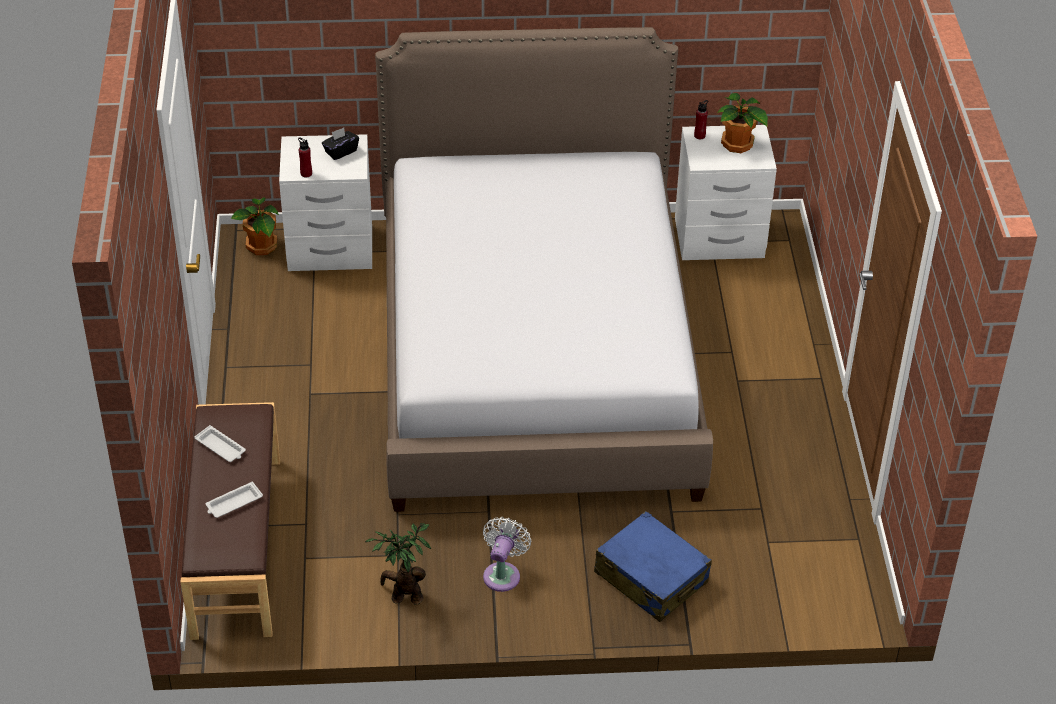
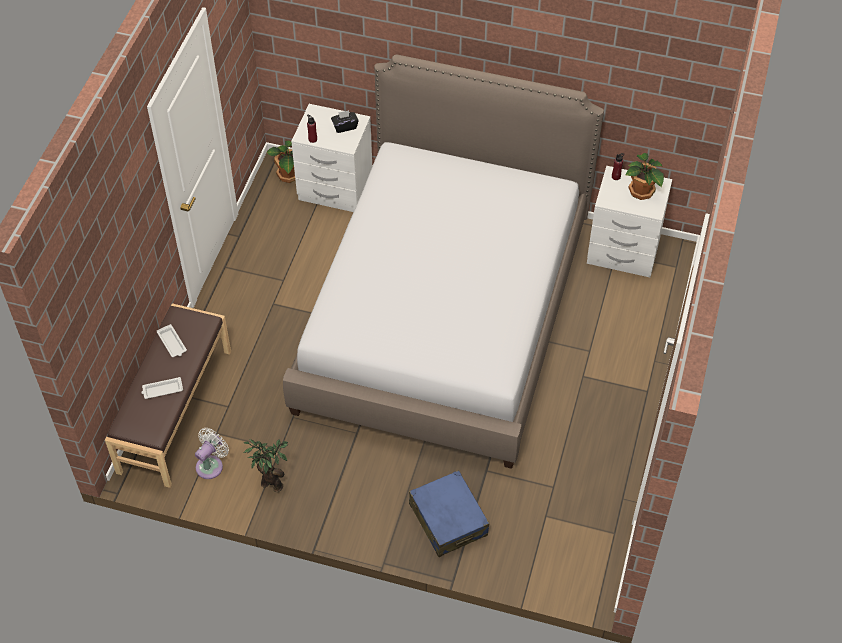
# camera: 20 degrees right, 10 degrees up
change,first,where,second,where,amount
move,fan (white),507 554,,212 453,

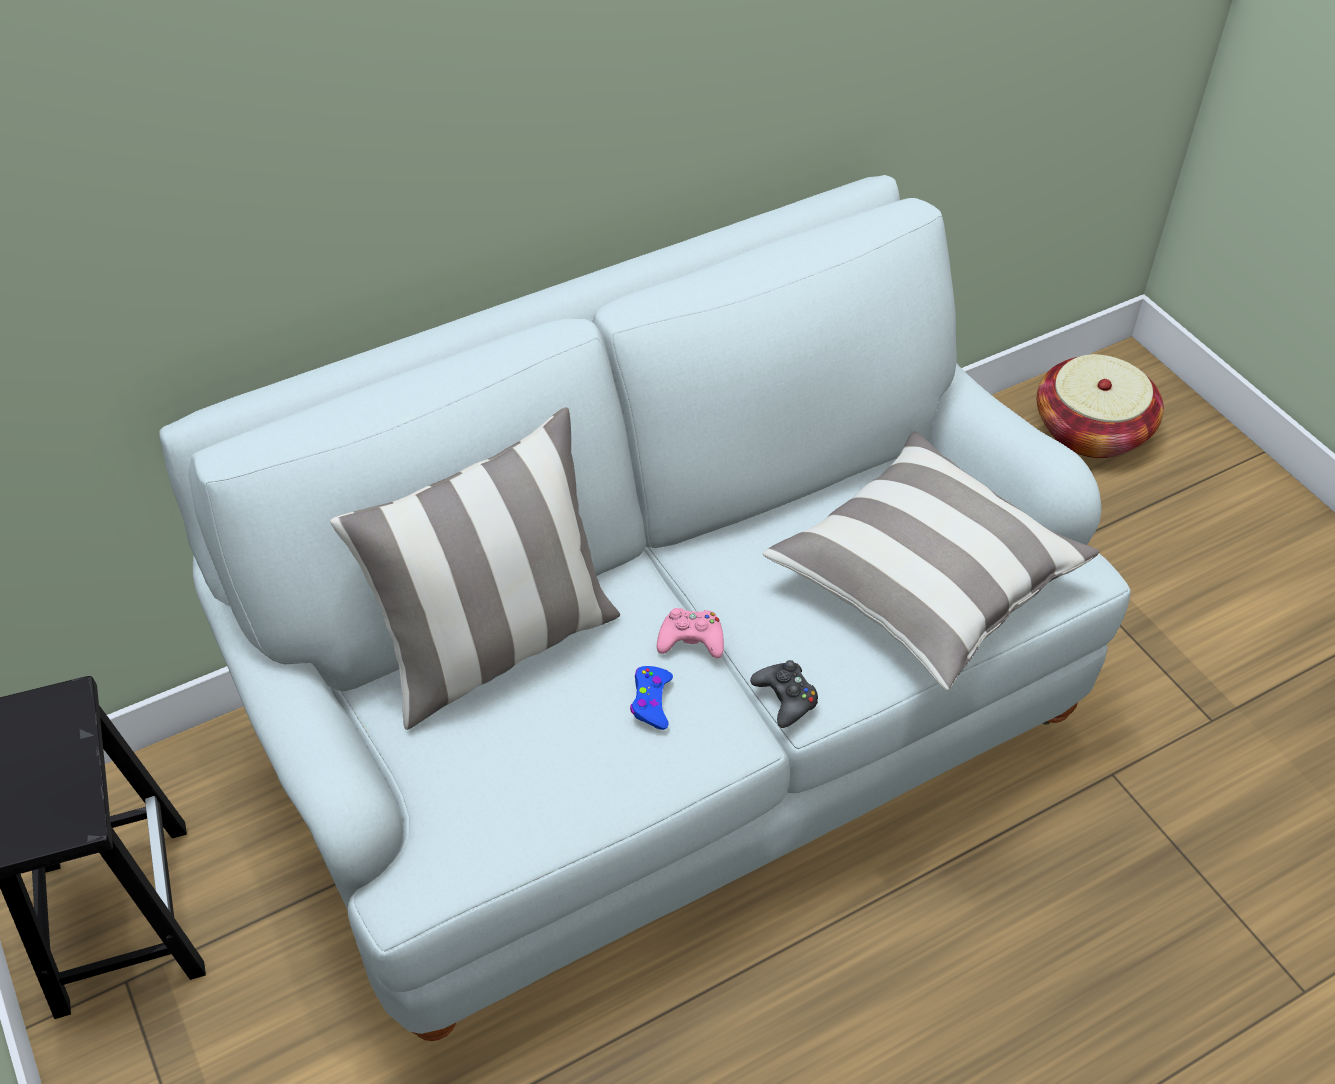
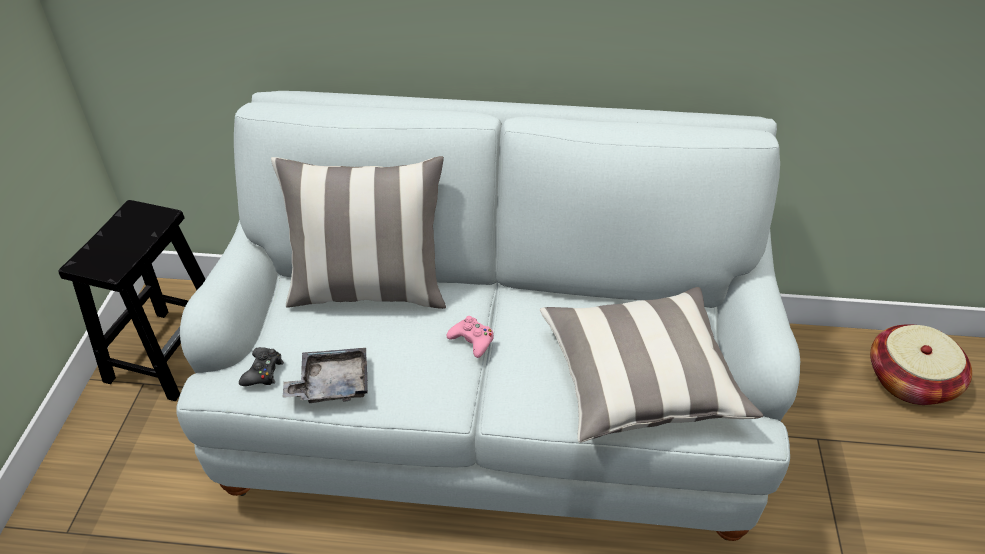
# camera: 35 degrees right, 5 degrees down
change,first,where,second,where,amount
delete,game controller (blue),651 698,,,
move,game controller (black),784 694,,261 366,
insert,,,tray (grey),325 375,

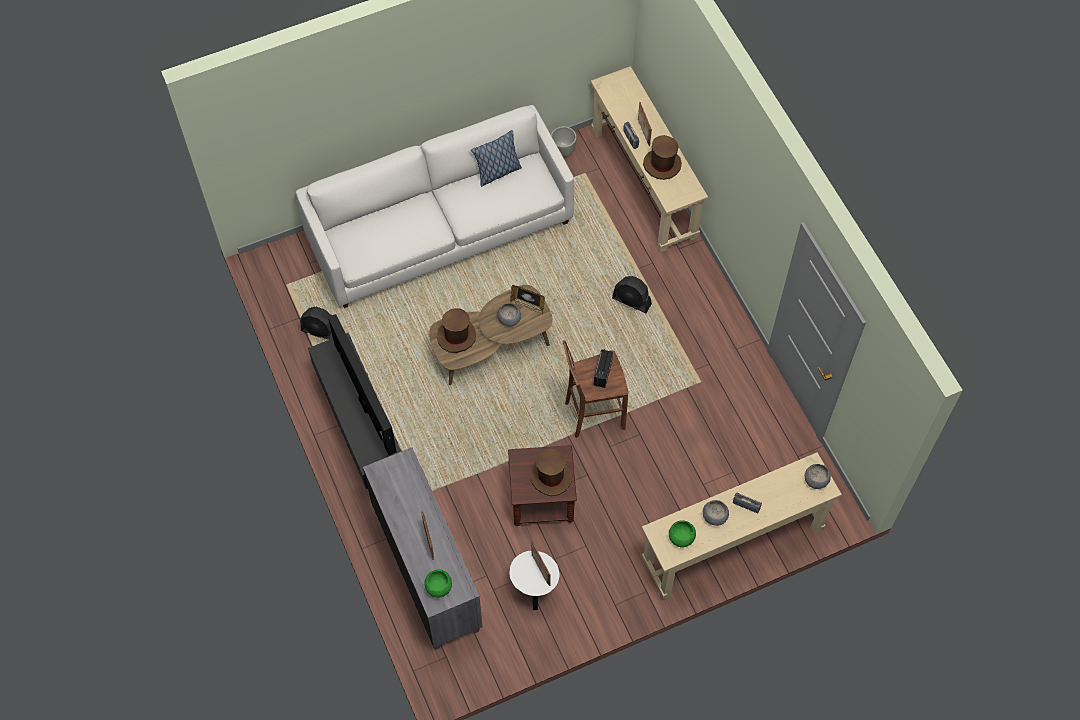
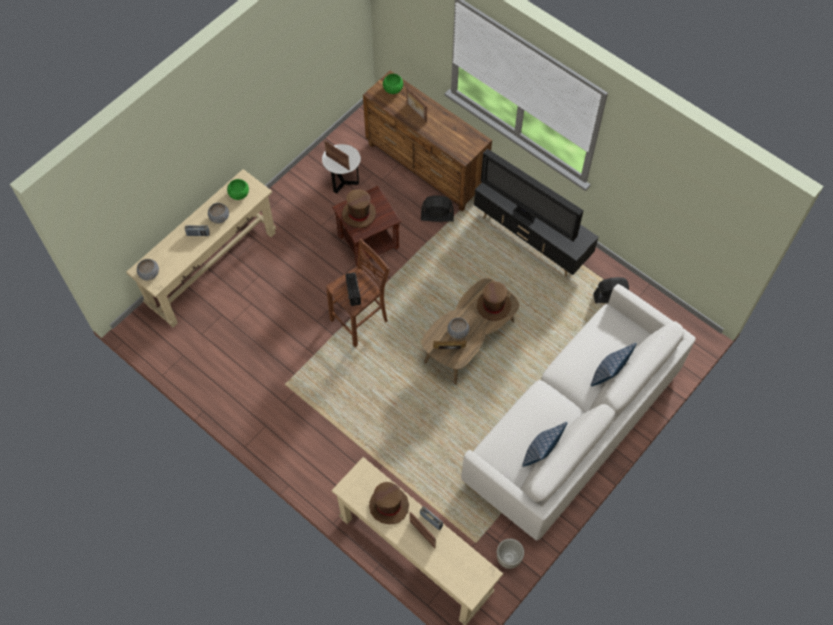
# camera: 155 degrees right, 0 degrees up
change,first,where,second,where,amount
recolor,dresser (grey),423 548,dresser (brown),427 141,
move,fan (black),632 294,,437 208,
insert,,,pillow,613 364,

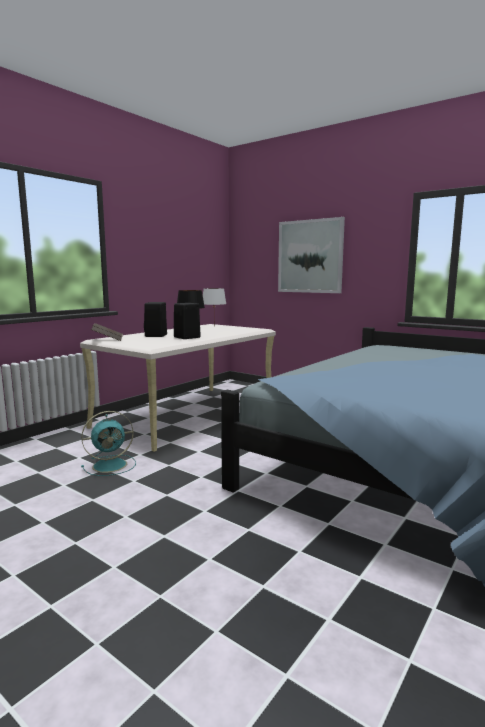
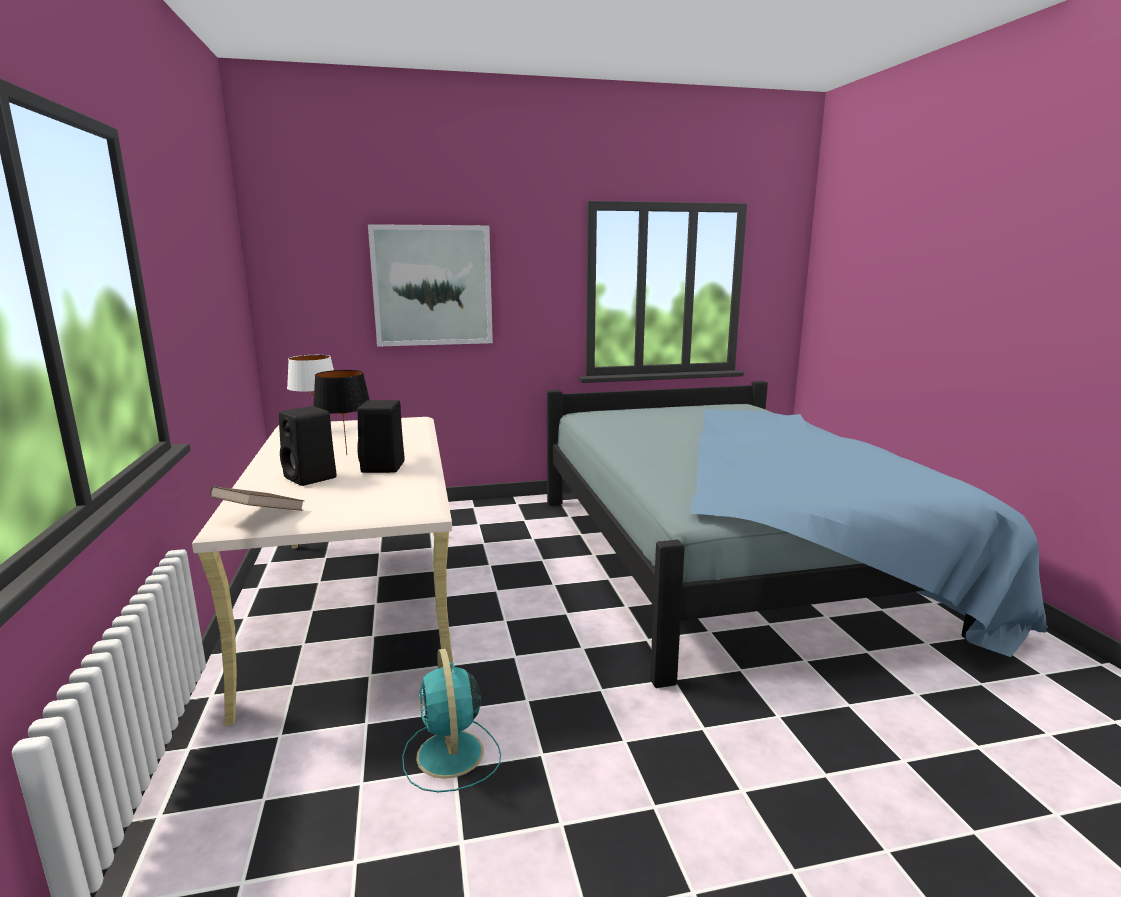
# camera: 50 degrees left, 5 degrees up
change,first,where,second,where,amount
rotate,fan (turquoise),108 443,,451 720,150 degrees clockwise

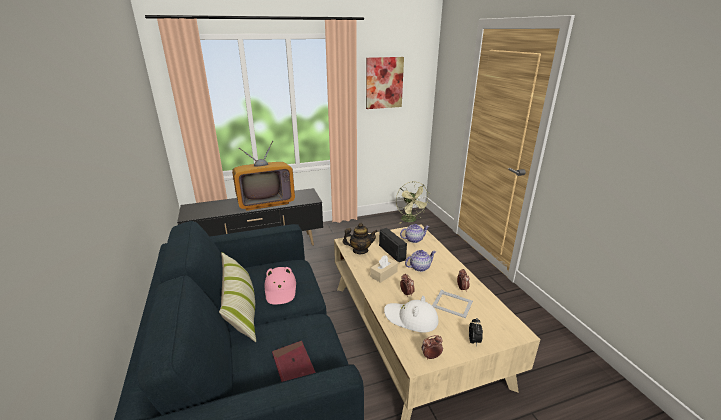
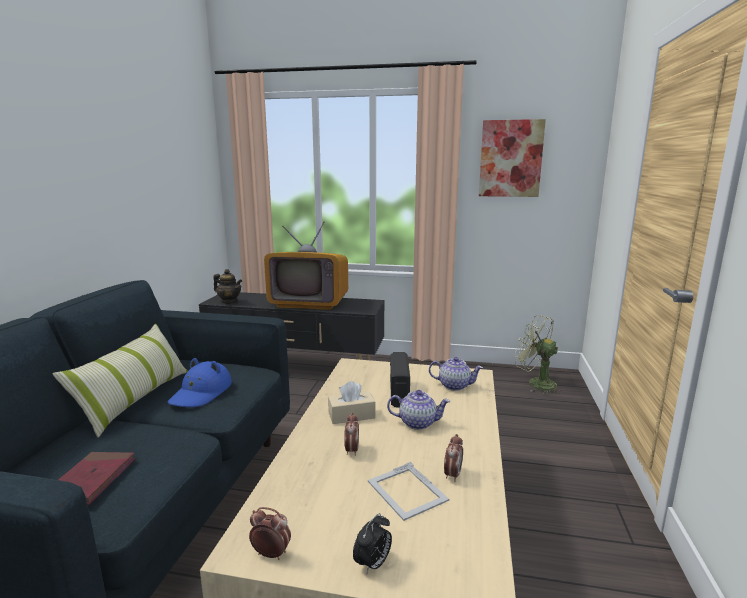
# camera: 30 degrees right, 10 degrees down
change,first,where,second,where,amount
recolor,hat (pink),280 286,hat (blue),200 382,
move,teapot,360 238,,227 286,
delete,hat (white),411 314,,,
rotate,fan (green),413 202,,538 354,120 degrees clockwise

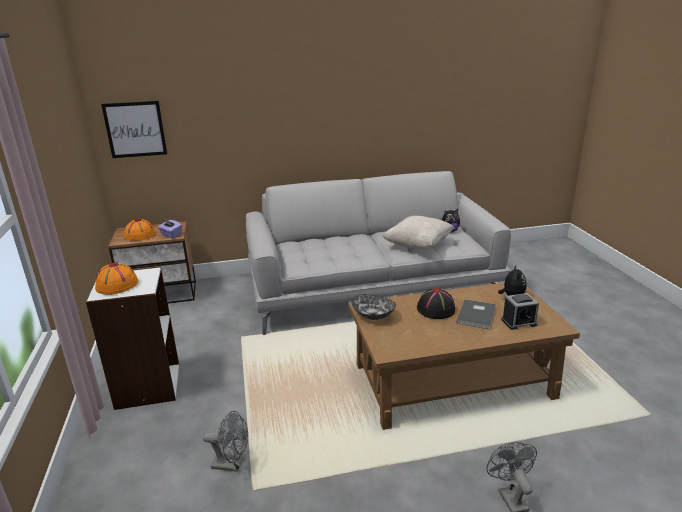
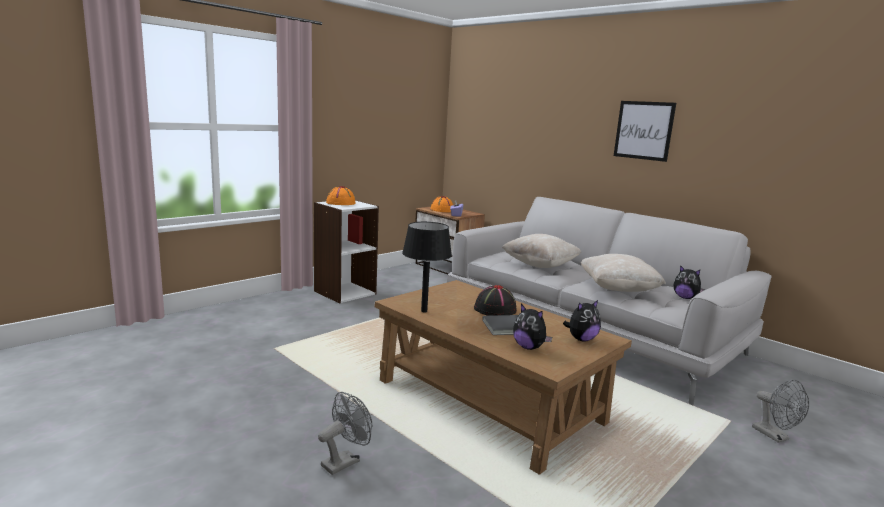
# camera: 55 degrees right, 10 degrees down
change,first,where,second,where,amount
move,picture,134 129,,645 131,
move,fan (grey),225 441,,780 411,
delete,bowl,373 307,,,
replace,alarm clock,520 311,plush toy,532 327,
insert,,,table lamp (black),427 267,
insert,,,pillow (beige),541 251,

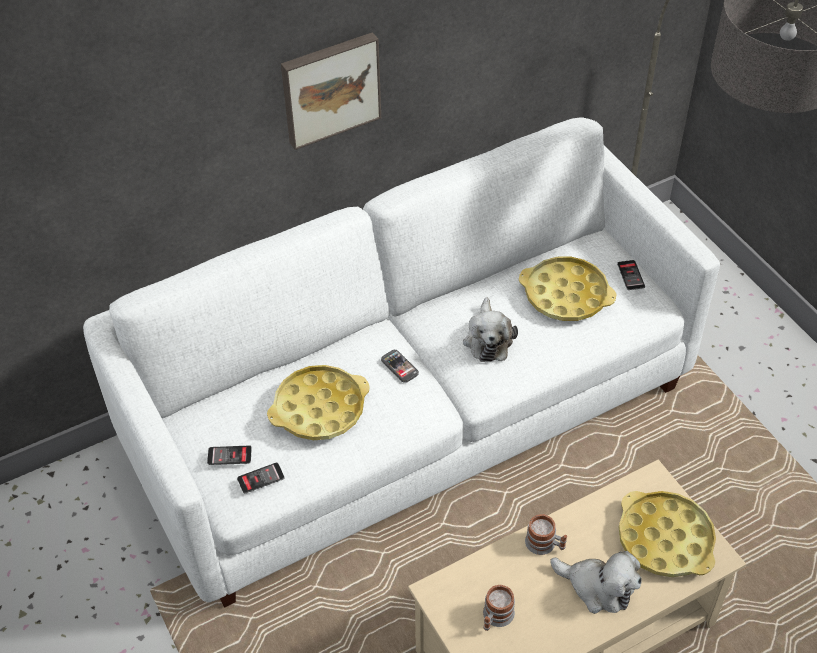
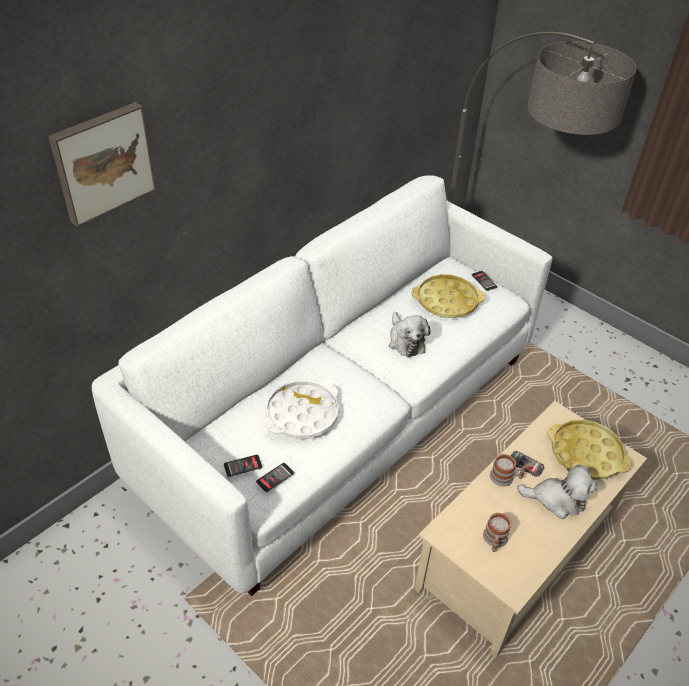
# camera: 20 degrees left, 5 degrees down
change,first,where,second,where,amount
recolor,tray (yellow),318 402,tray (white),302 410,
move,picture,331 91,,102 164,
move,phone,400 366,,527 464,

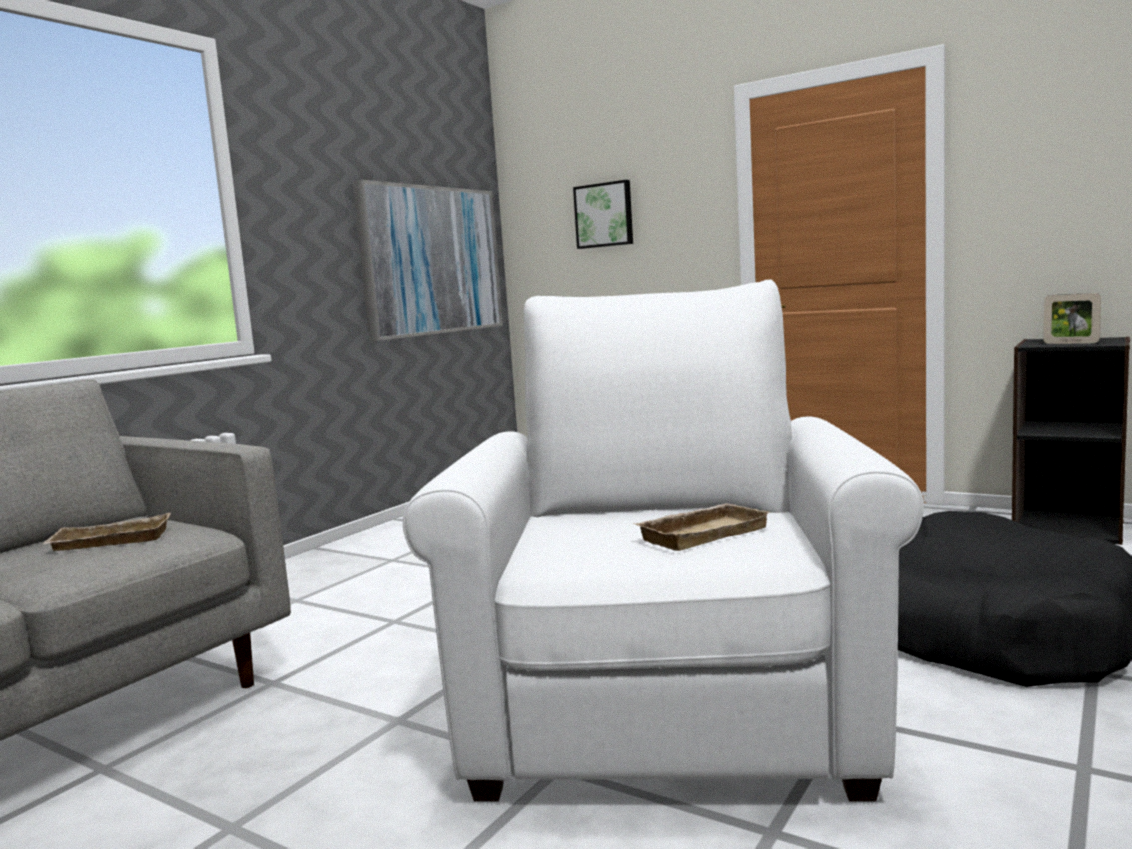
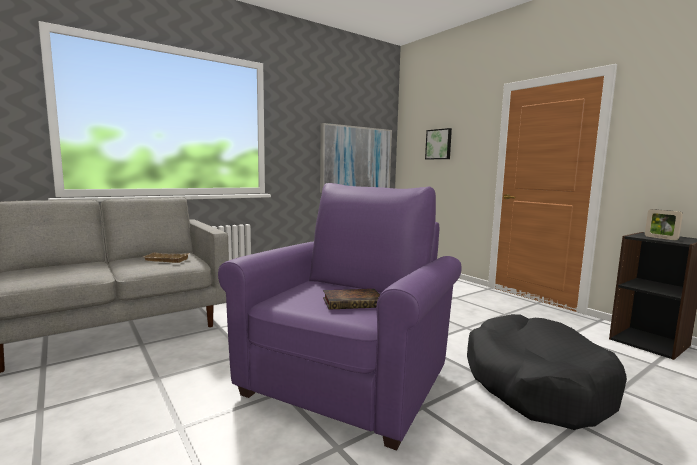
# camera: 20 degrees right, 0 degrees up
change,first,where,second,where,amount
recolor,armchair (white),663 541,armchair (purple),340 317,
replace,tray (beige),702 527,book,351 299,

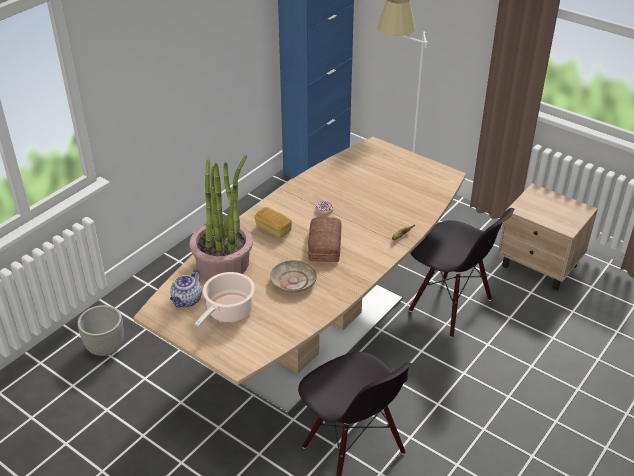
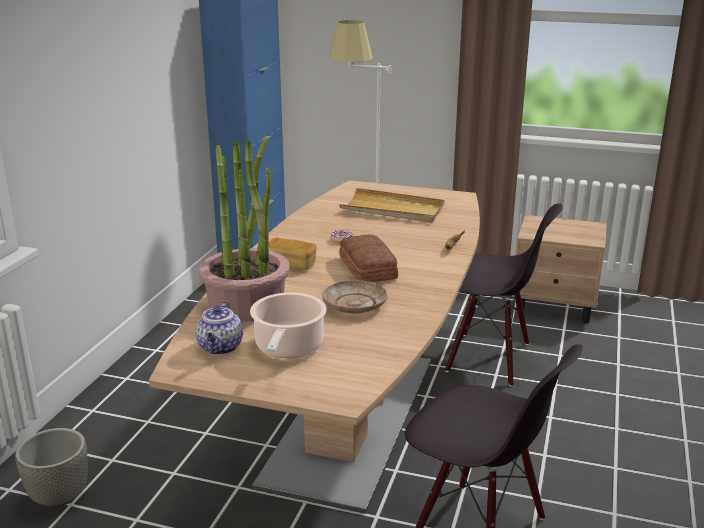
# camera: 20 degrees left, 15 degrees down
change,first,where,second,where,amount
insert,,,tray (beige),392 205,

